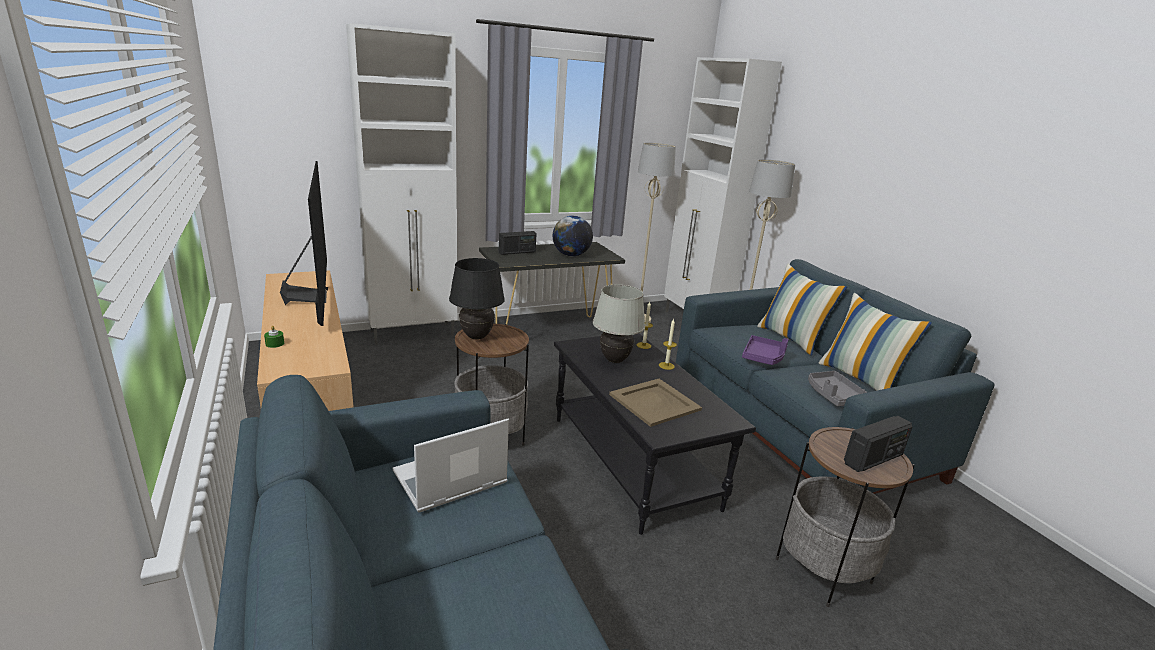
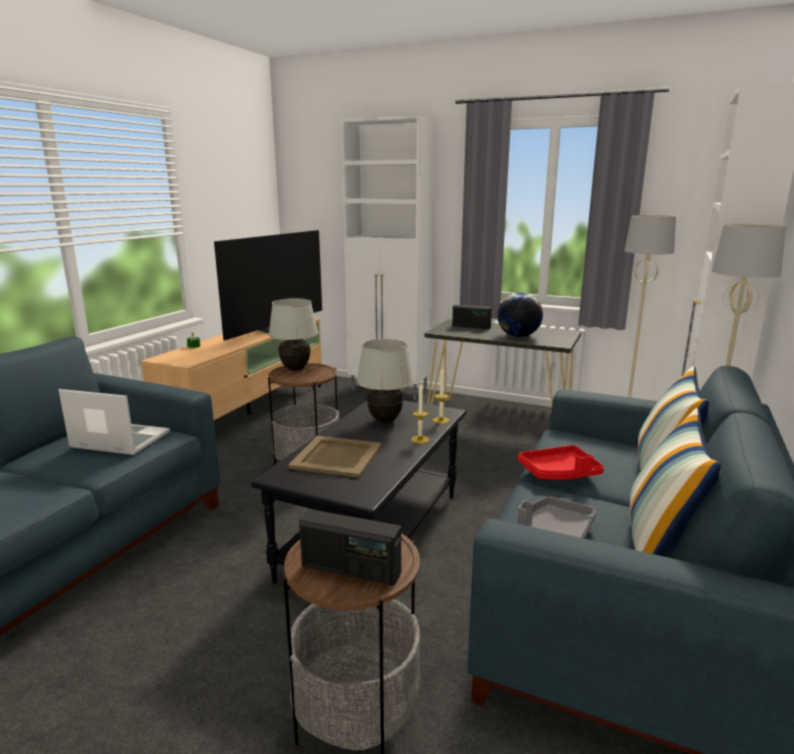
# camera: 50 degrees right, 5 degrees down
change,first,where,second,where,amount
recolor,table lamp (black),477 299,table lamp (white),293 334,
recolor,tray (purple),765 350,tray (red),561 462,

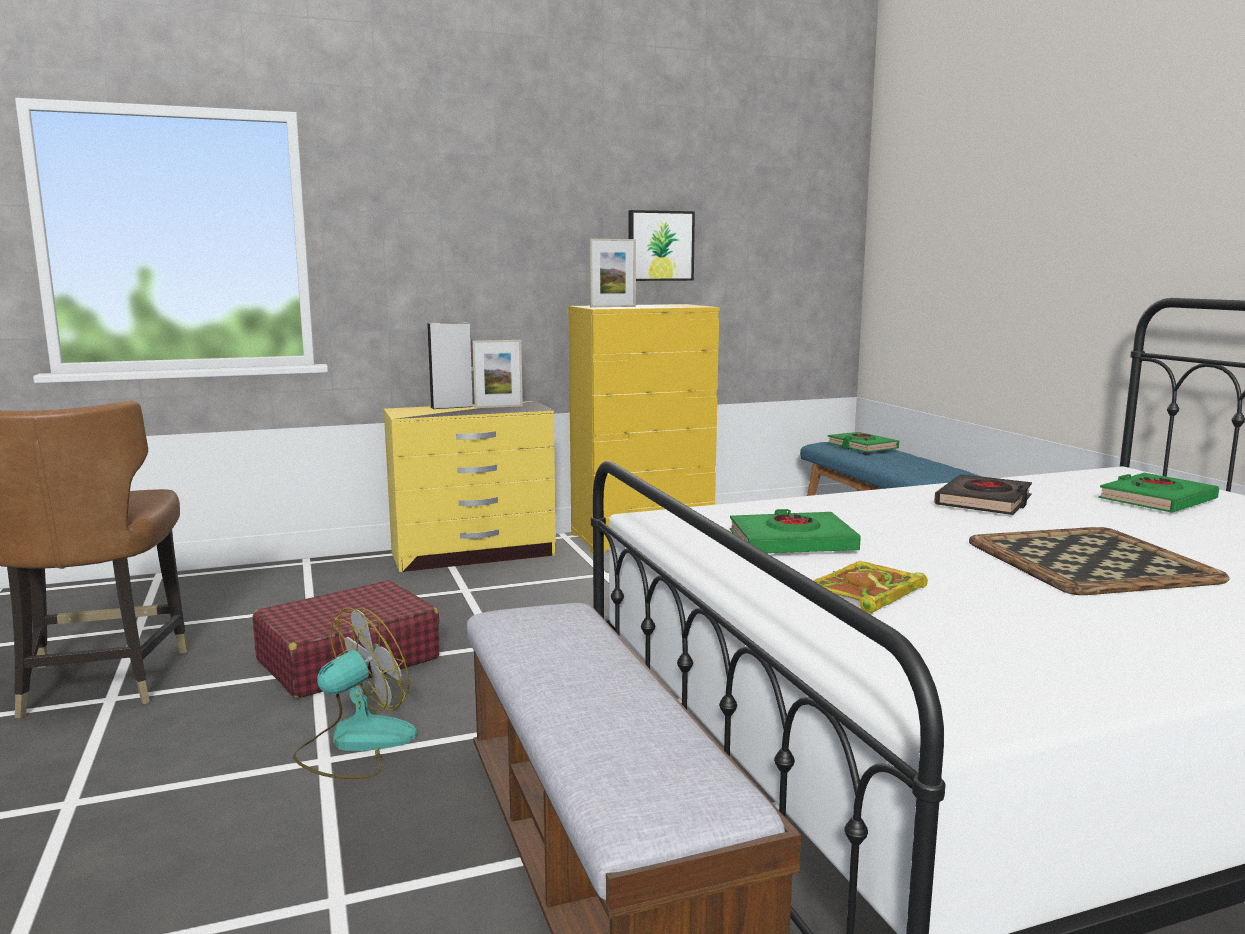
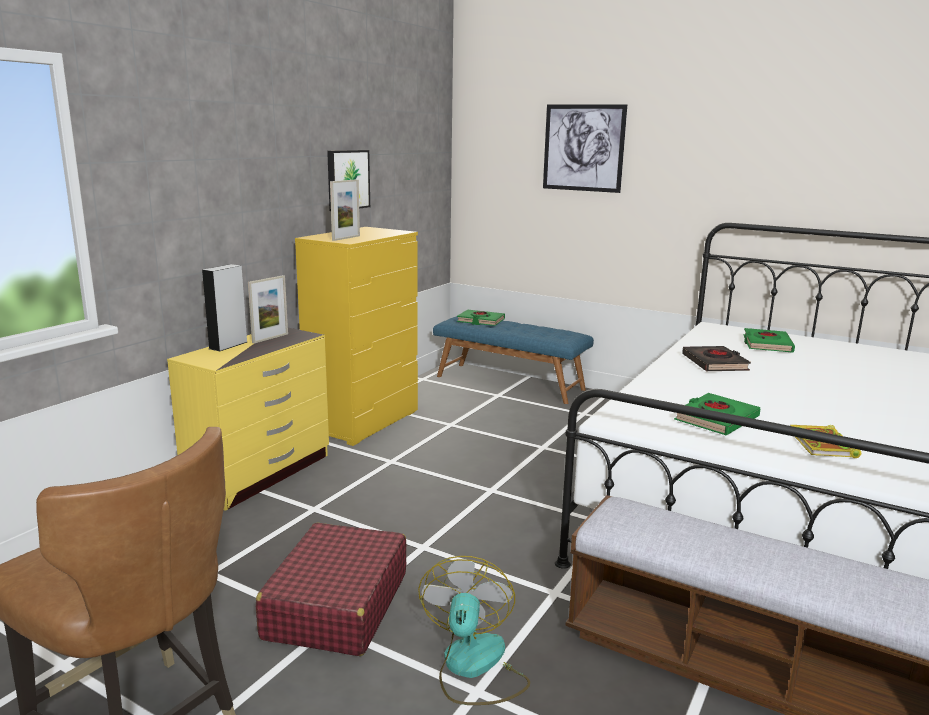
# camera: 40 degrees left, 5 degrees up
change,first,where,second,where,amount
delete,tray,1099 561,,,
insert,,,picture,585 148,

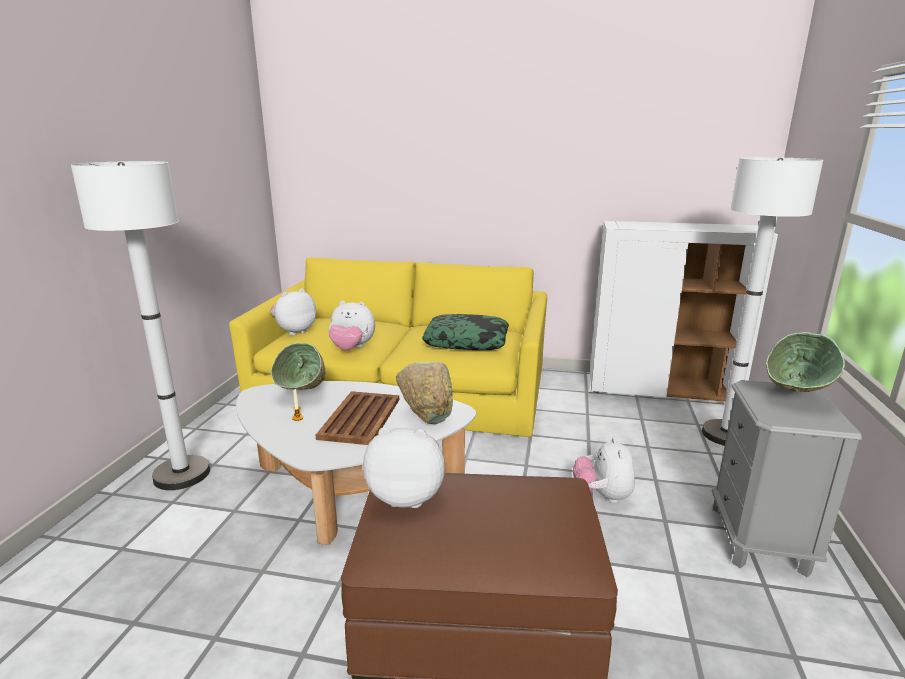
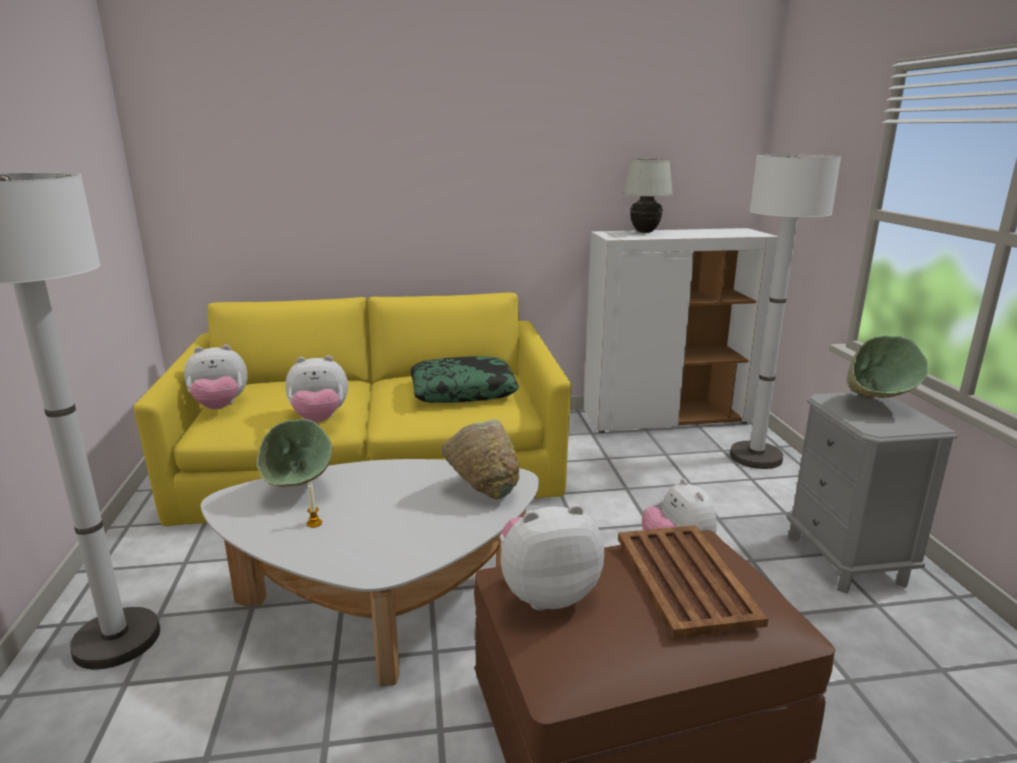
# camera: 20 degrees left, 0 degrees up
change,first,where,second,where,amount
rotate,plush toy,293 311,,216 377,135 degrees counterclockwise
move,tray (brown),357 418,,693 581,
insert,,,table lamp (white),648 196,

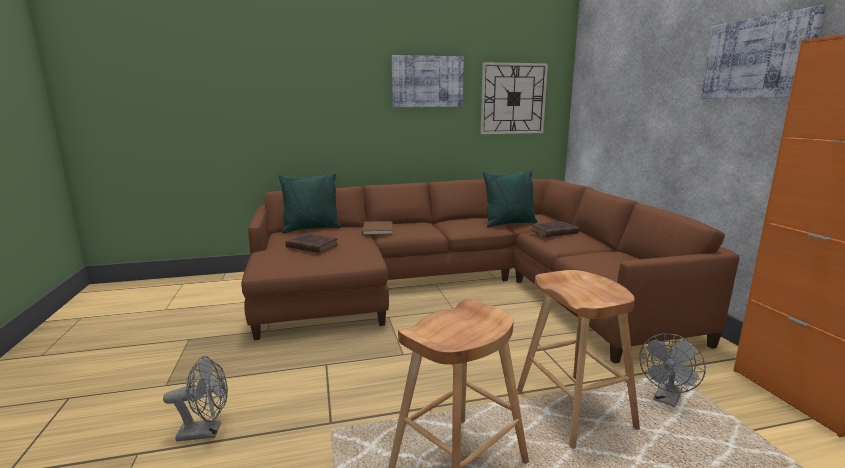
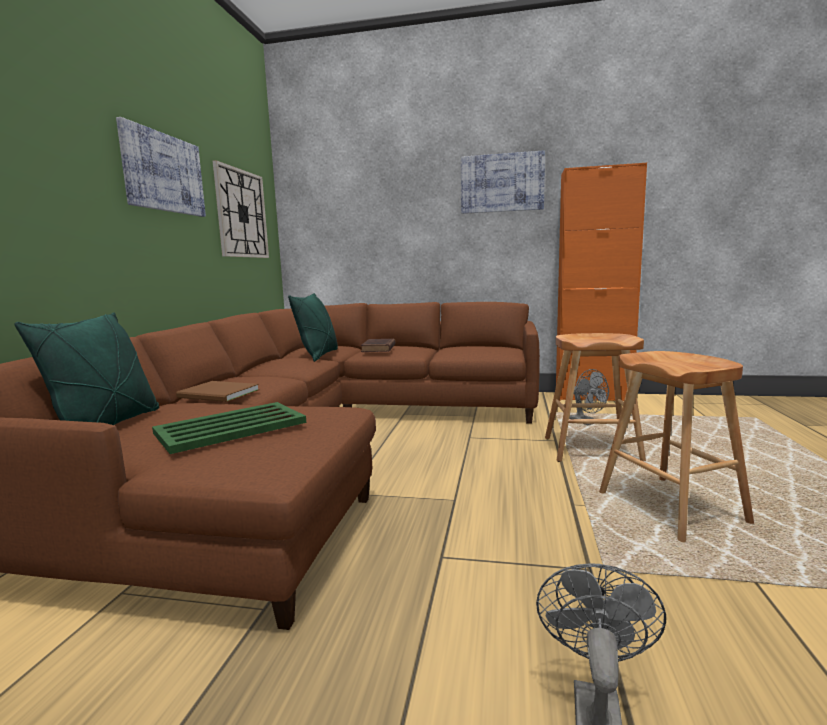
# camera: 65 degrees left, 5 degrees down
change,first,where,second,where,amount
replace,book (brown),311 243,tray (green),229 428,

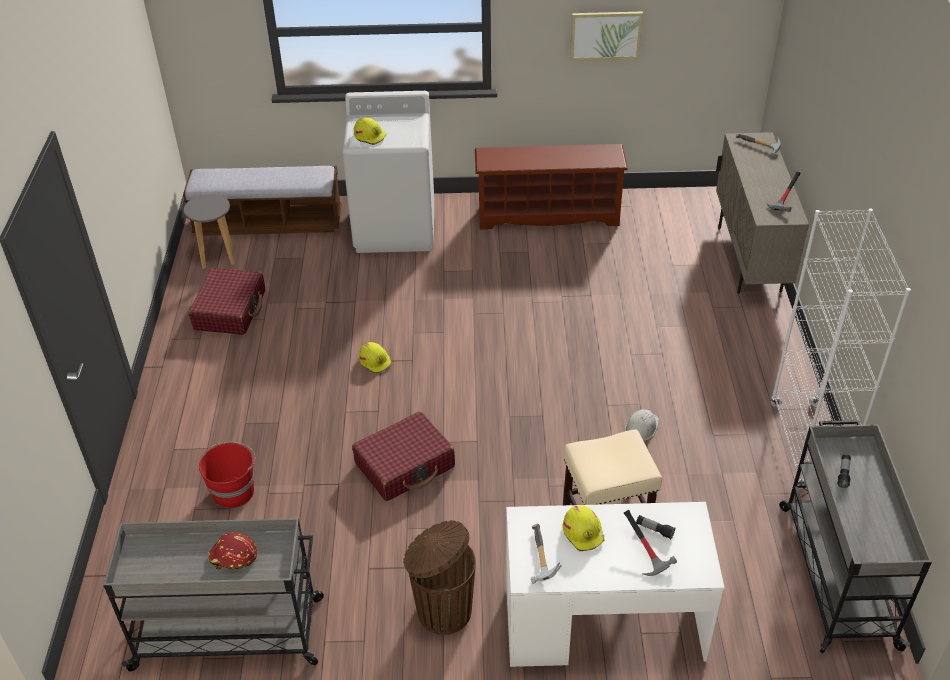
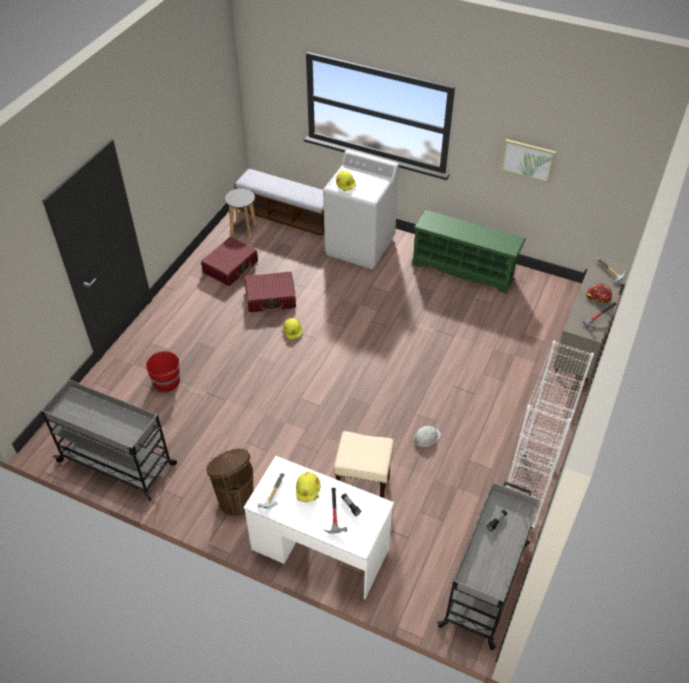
# camera: 25 degrees right, 5 degrees up
change,first,where,second,where,amount
move,hard hat (red),232 551,,598 293,
move,suitcase (red),403 456,,270 292,
recolor,shoe rack (brown),551 187,shoe rack (green),469 252,

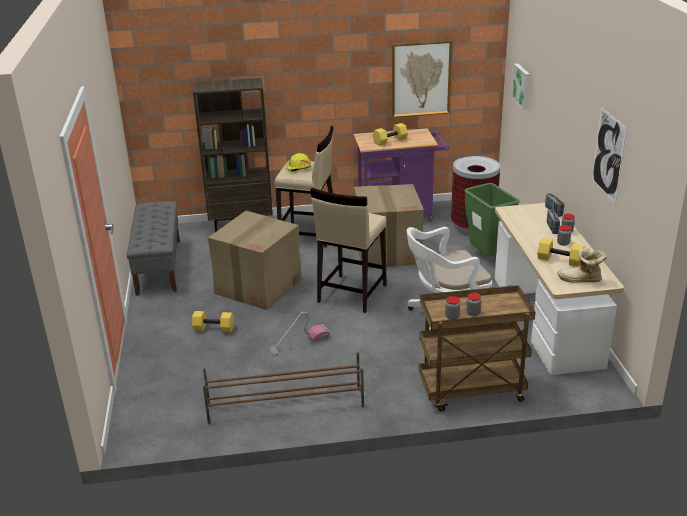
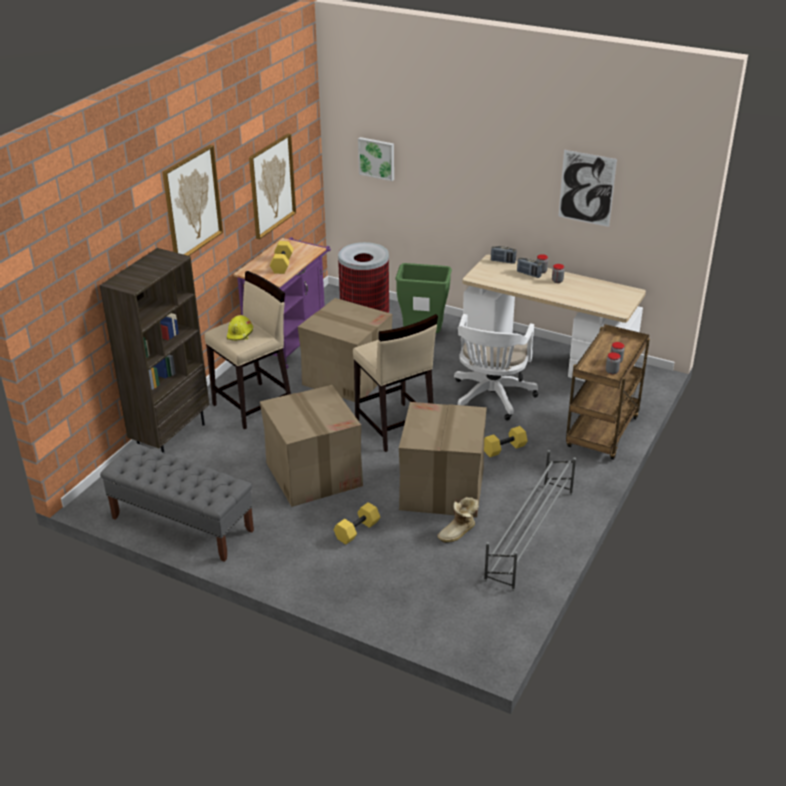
# camera: 55 degrees left, 5 degrees up
change,first,where,second,where,amount
recolor,shoe rack (brown),283 388,shoe rack (grey),530 520,
replace,vacuum cleaner,299 333,cardboard box,443 459,
move,dumbbell (yellow),560 252,,506 441,
move,boot,582 265,,458 520,
insert,,,picture,193 200,

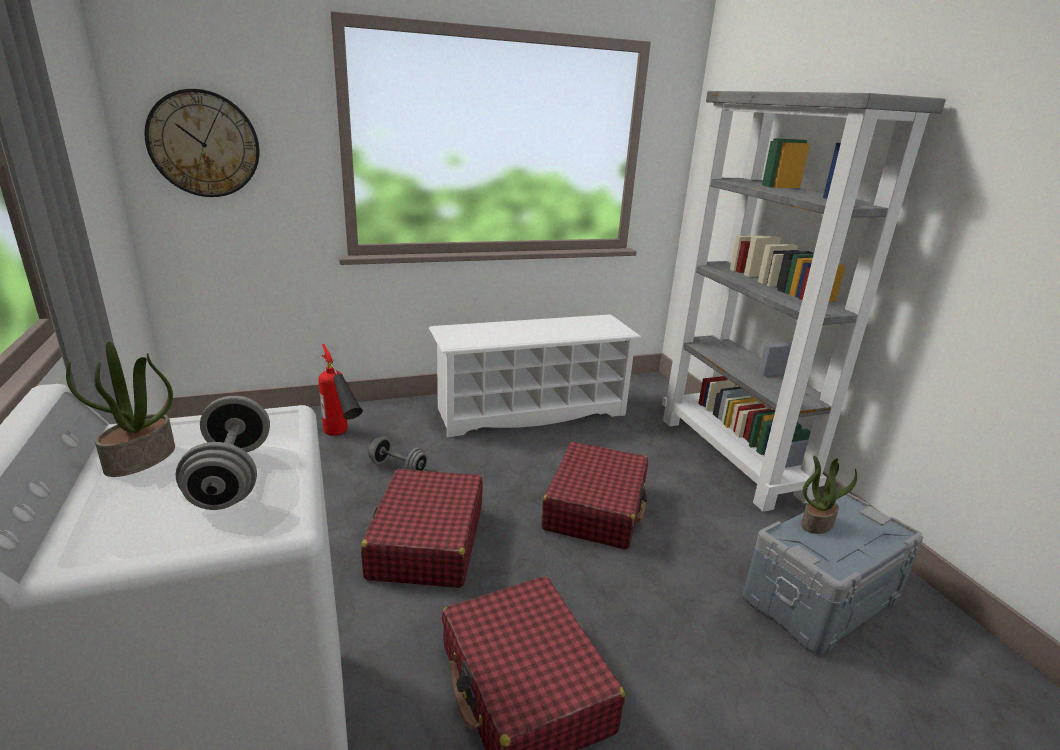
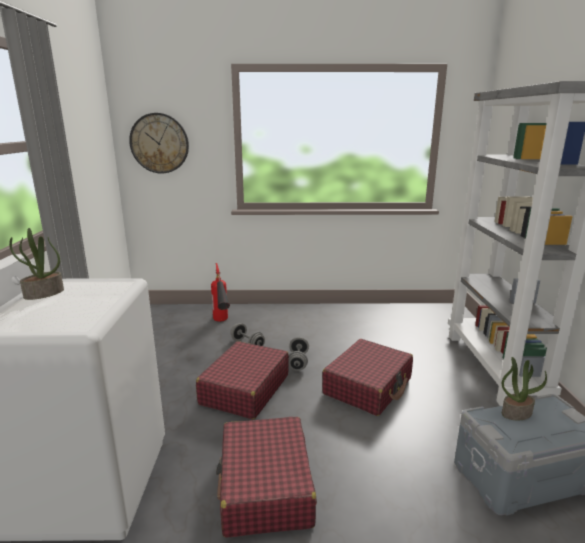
# camera: 20 degrees right, 5 degrees down
change,first,where,second,where,amount
move,dumbbell (grey),223 453,,298 354,
delete,shoe rack (white),535 376,,,

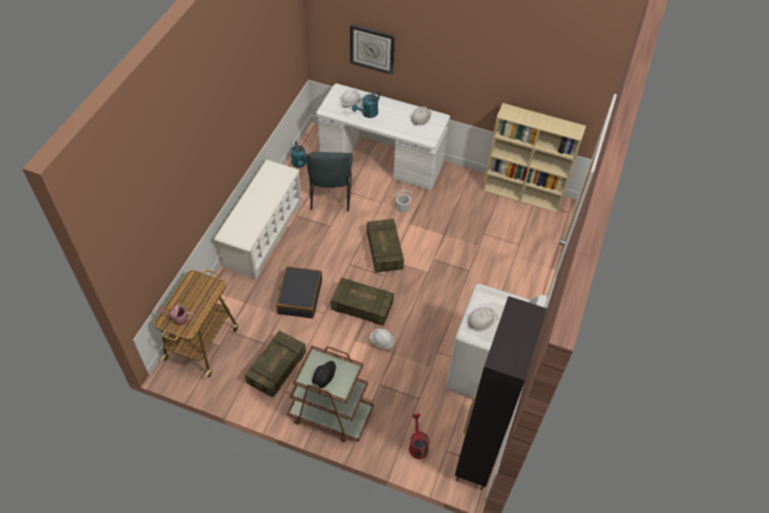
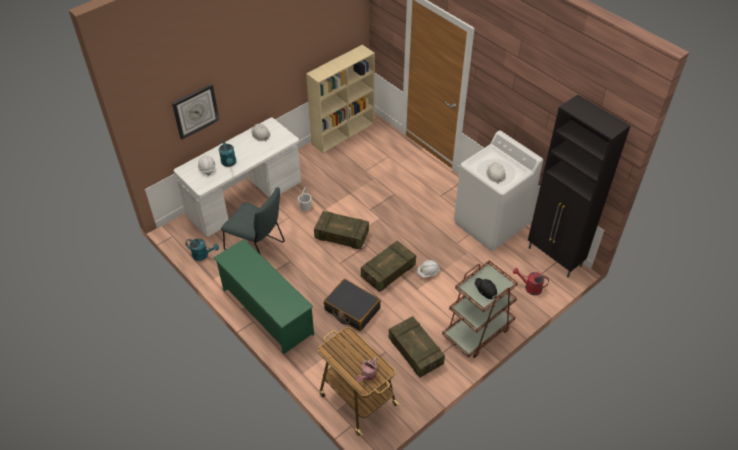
# camera: 60 degrees left, 5 degrees down
change,first,where,second,where,amount
recolor,shoe rack (white),258 220,shoe rack (green),263 296,

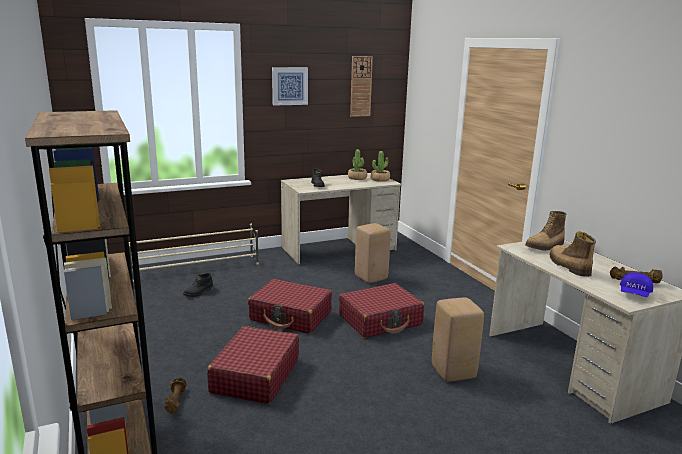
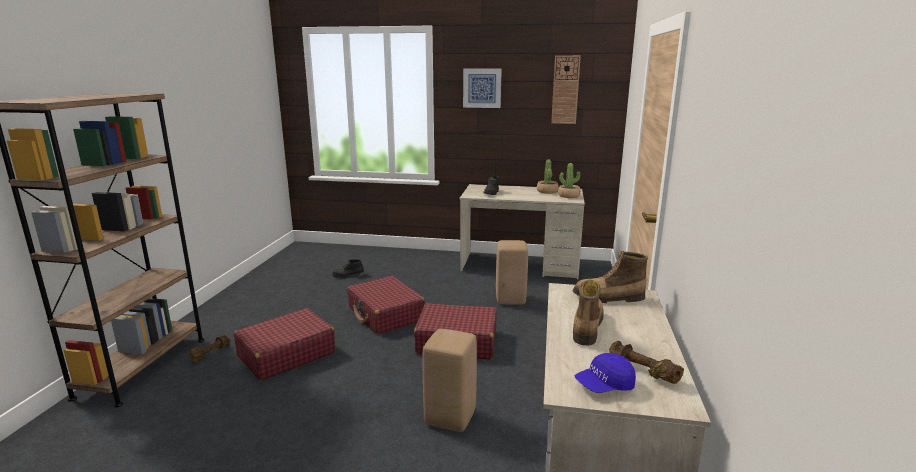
# camera: 35 degrees right, 0 degrees up
change,first,where,second,where,amount
delete,shoe rack (beige),193 253,,,

